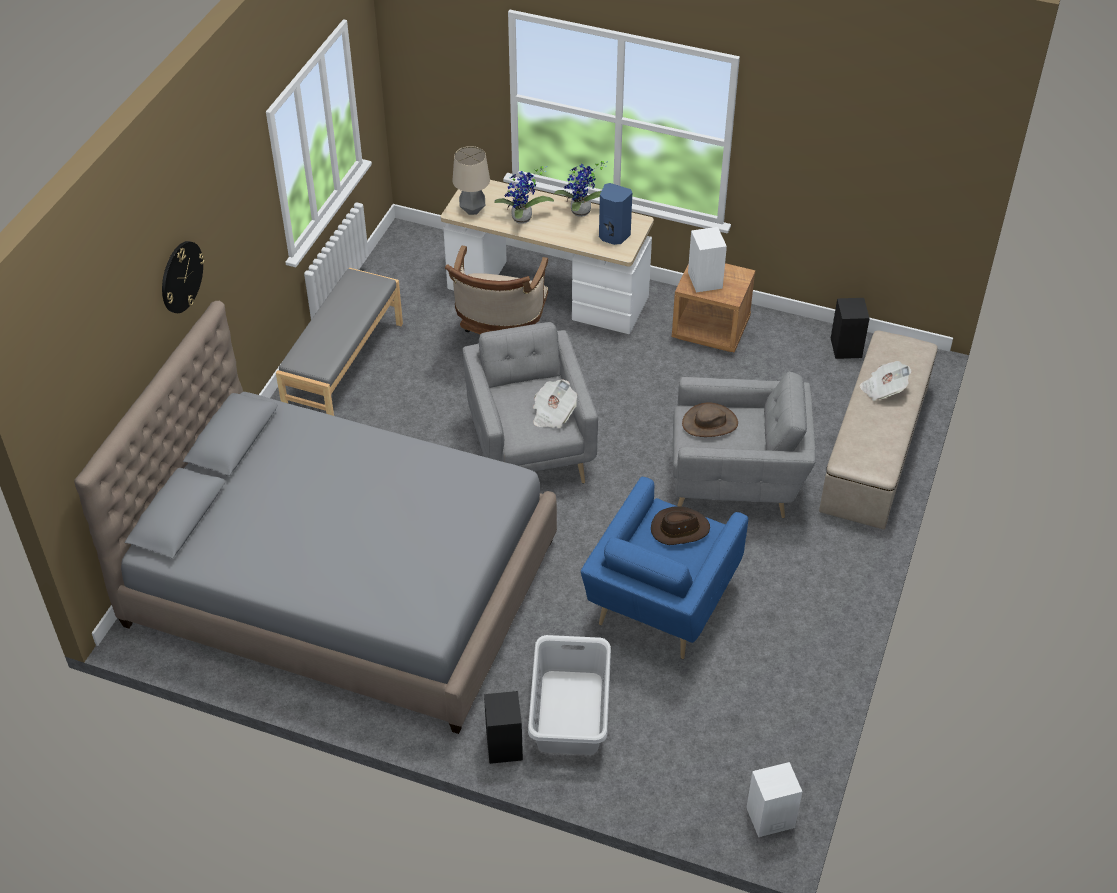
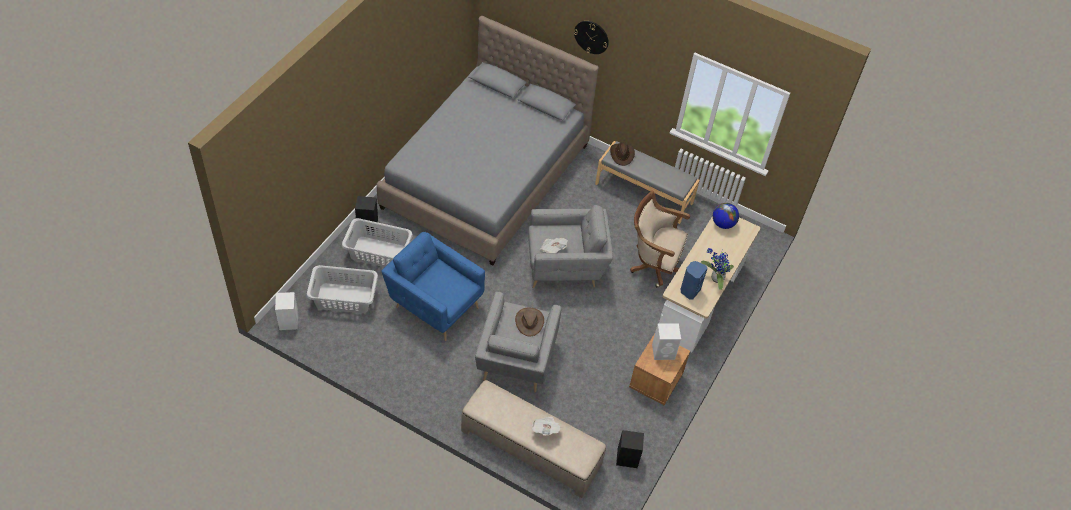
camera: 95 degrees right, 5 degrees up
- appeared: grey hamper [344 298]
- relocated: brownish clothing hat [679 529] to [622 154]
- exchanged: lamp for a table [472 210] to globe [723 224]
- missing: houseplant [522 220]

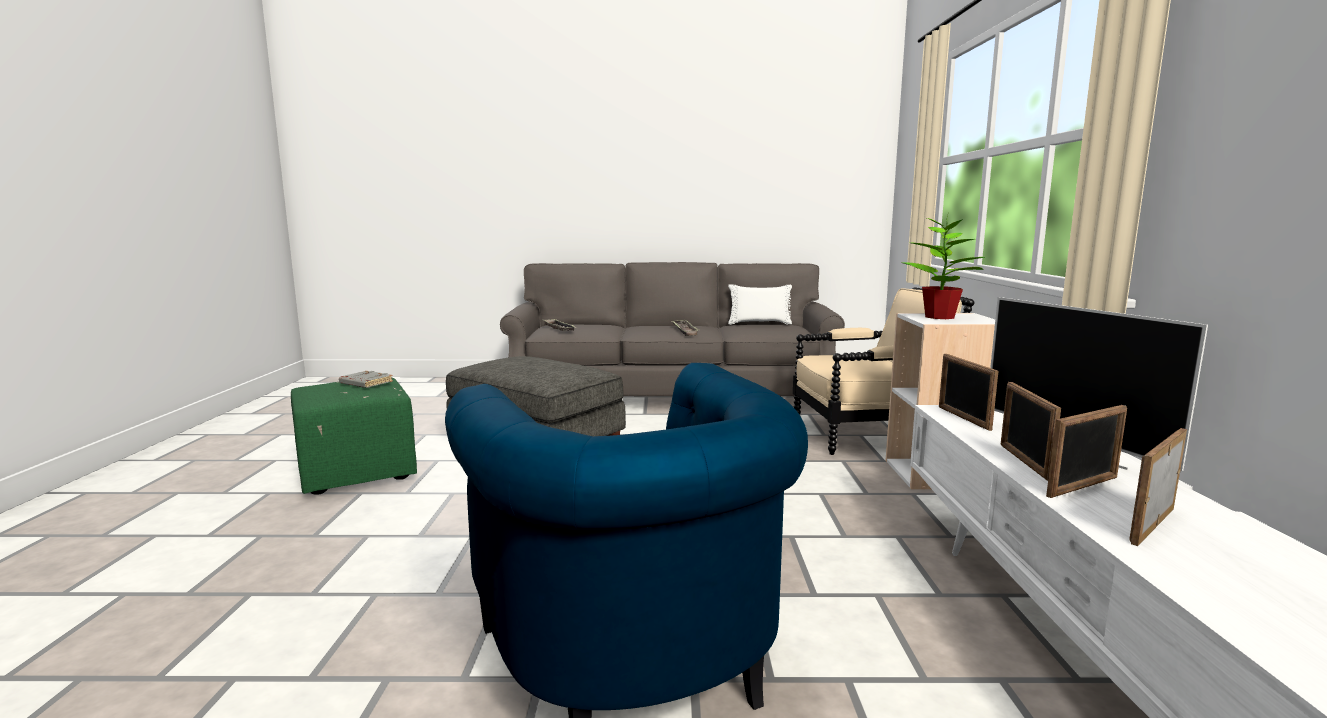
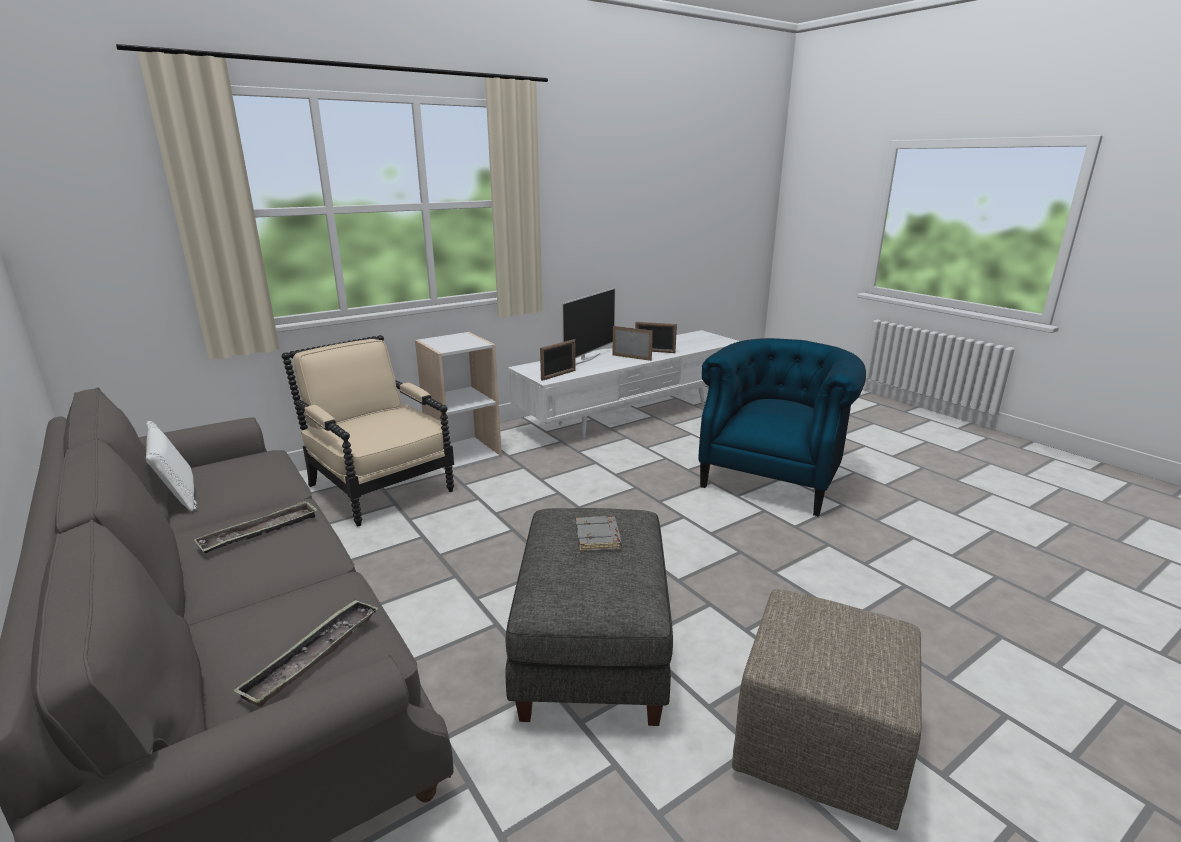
camera: 125 degrees left, 10 degrees up
- relocated: grey book [365 383] to [598 538]
- colour: green-coloured ottoman [358 474] to sand-coloured ottoman [818 743]
- missing: houseplant [940 317]
- missing: standing frame [1024 461]

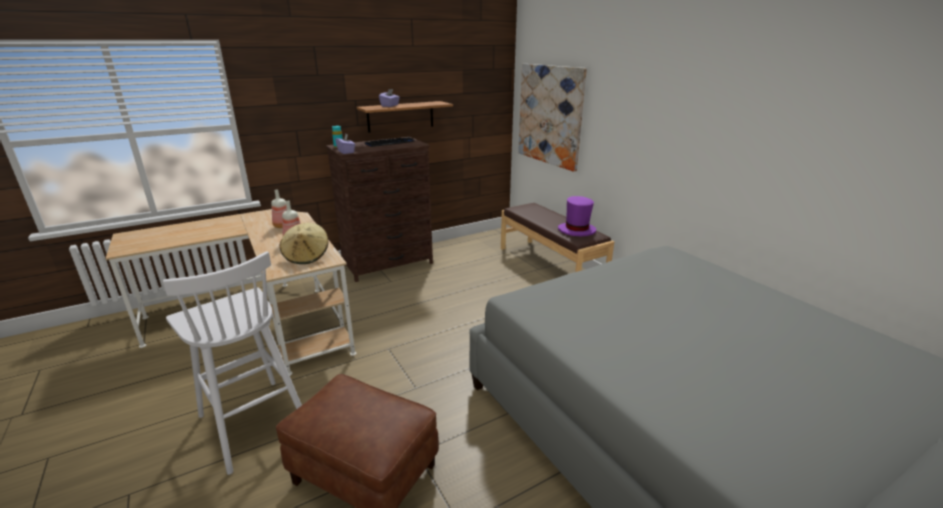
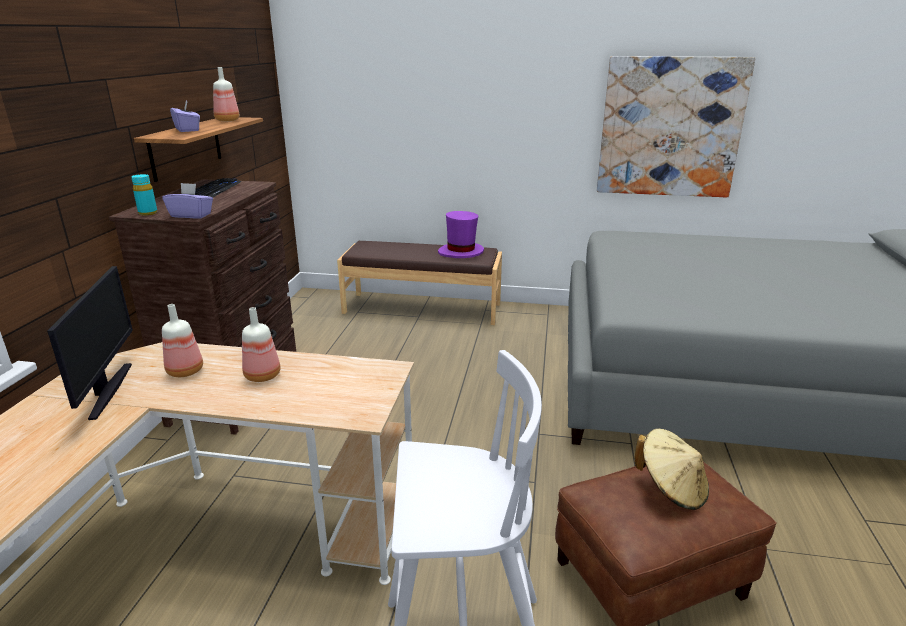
camera: 50 degrees left, 0 degrees up
- appeared: monitor [108 390]
- appeared: bottle [226 120]
- relocated: wall picture [550 115] to [670 128]
- relocated: sand-coloured clothing hat [306 256] to [671 488]

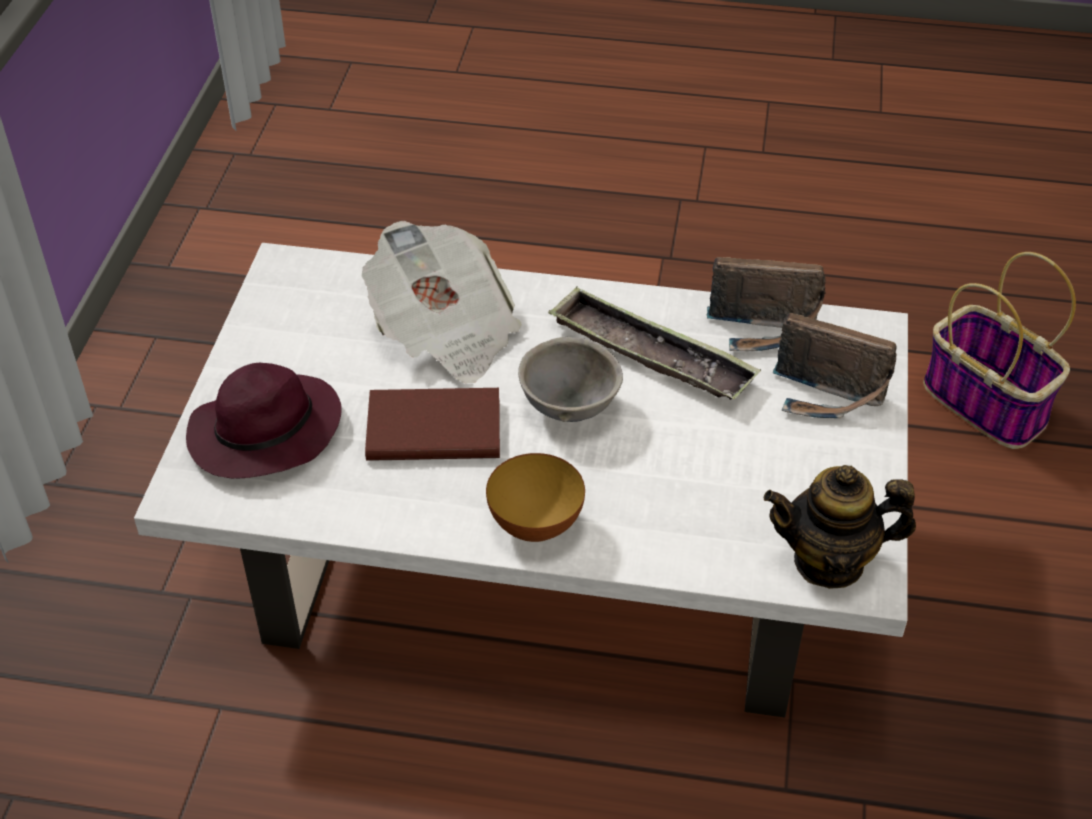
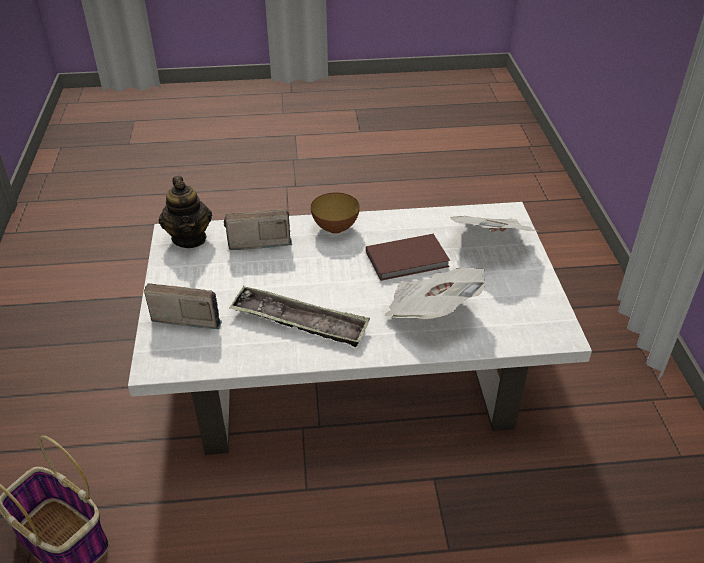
camera: 165 degrees right, 5 degrees down
- spun: tea pot [829 561] = [189 238] 90 degrees clockwise
- relocated: radio [764 330] to [257 240]
- exchanged: purple clothing hat [264 434] to printed paper [492 241]
- missing: grey serving bowl [570 407]

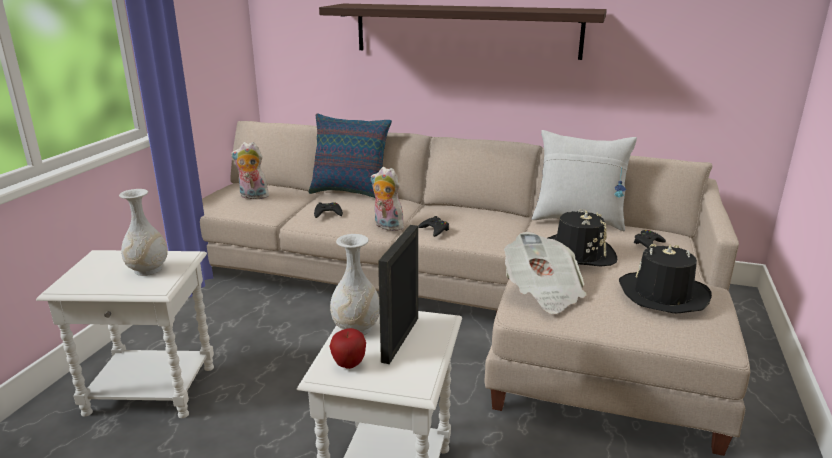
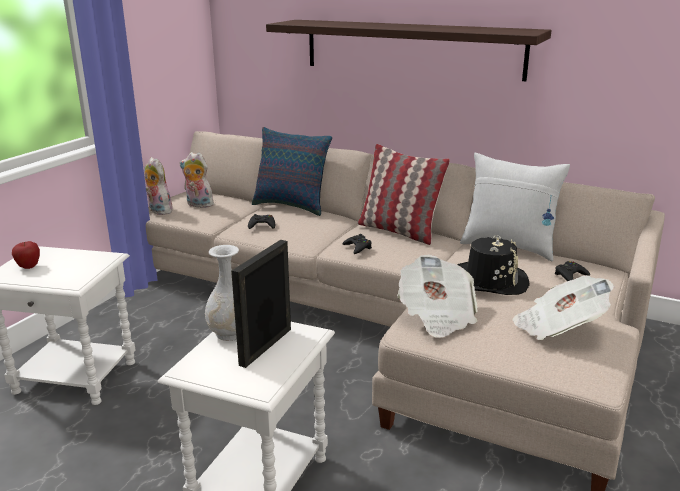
camera: 10 degrees right, 0 degrees up
- relocated: apple [349 364] to [29 267]
- relocated: plush toy [386 226] to [158 211]
- appeared: cushion [399 231]
- exchanged: black clothing hat [662 294] to printed paper [558 327]
- missing: white vase [148 270]

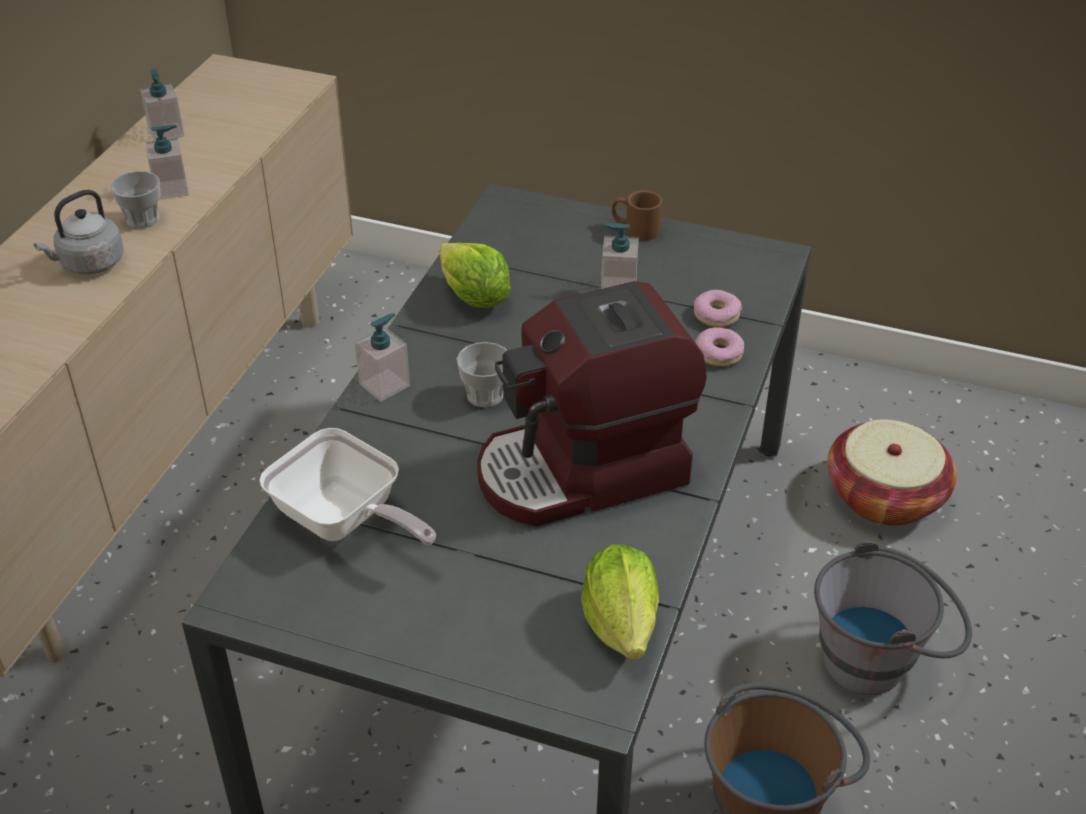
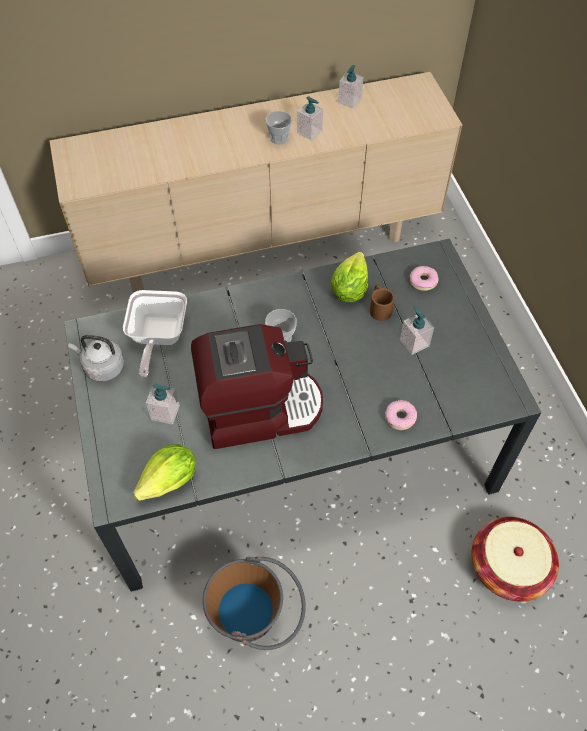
camera: 55 degrees right, 15 degrees up
- relocated: grey kettle [89 264] to [102 367]
- relocated: soap bottle [384 385] to [165 412]
- spun: coffee brewer [584 471] = [260 409] 135 degrees clockwise
- relocated: brownish tea mug [635 229] to [379 307]
- relocated: doughnut [716 315] to [423 281]
- missing: grey bucket [880 660]

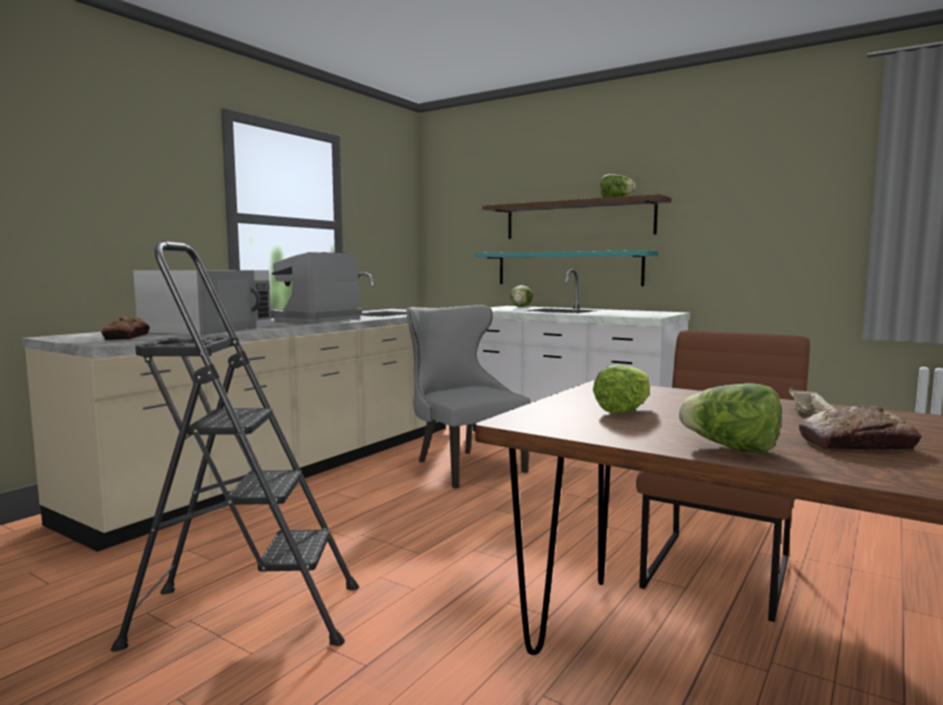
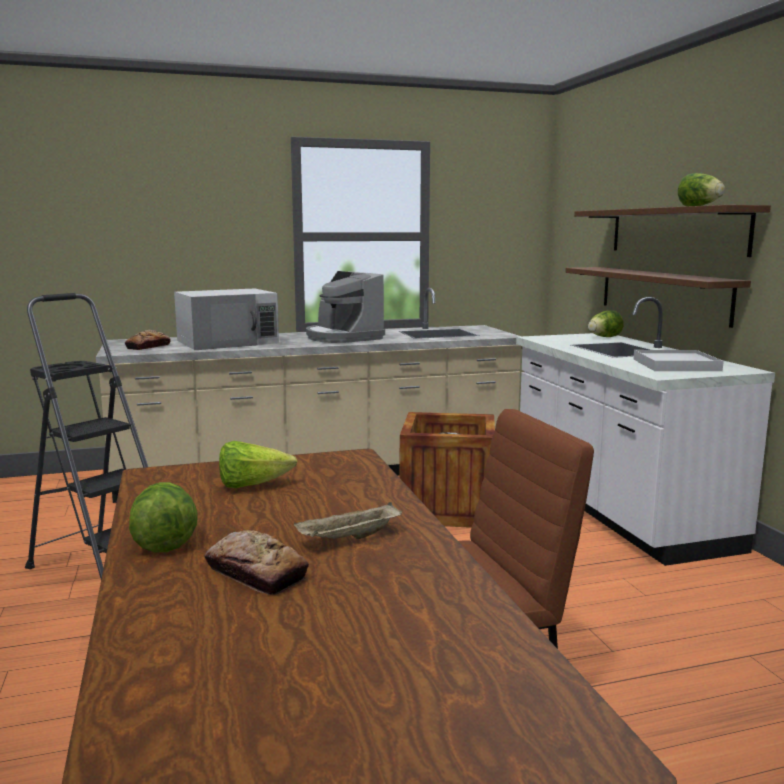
camera: 40 degrees right, 5 degrees up
- spun: coffee brewer [315 319] = [343 337] 105 degrees counterclockwise
- exchanged: grey upright chair [464 466] to packing crate [447 509]
- colour: turquoise-coloured bracket shelf [567 268] to brownish bracket shelf [662 294]
- appeared: white tray [676 365]

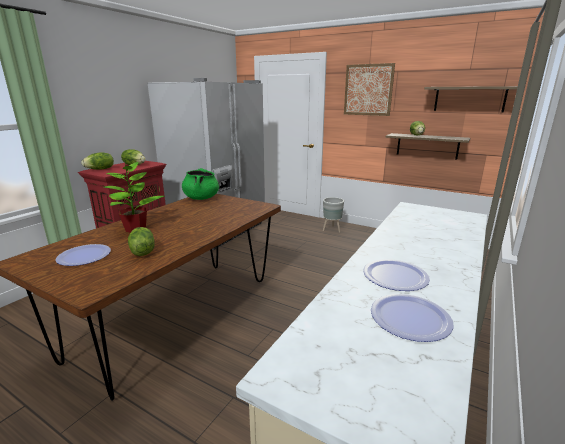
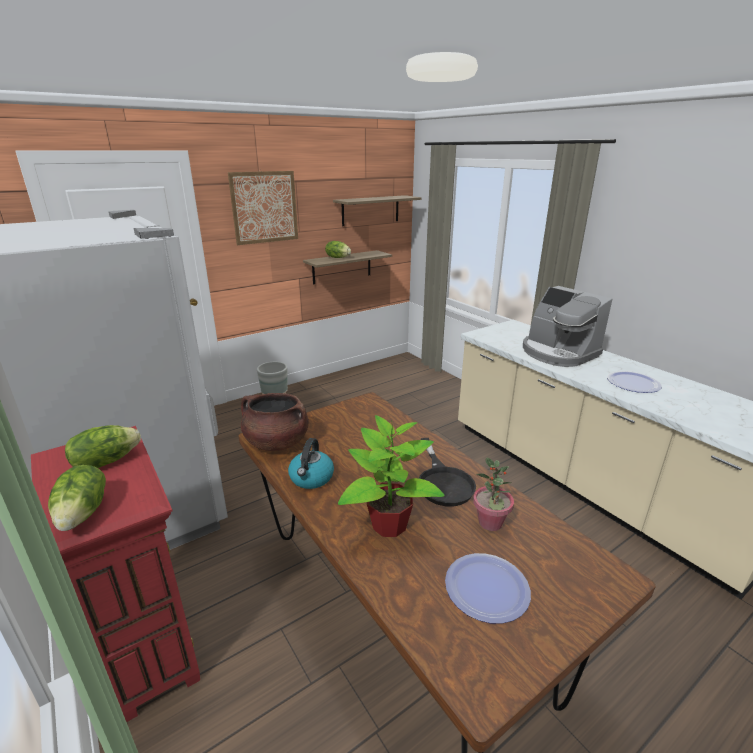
camera: 65 degrees left, 5 degrees up
- colour: green-coloured saucepot [201 198] to brownish saucepot [276 442]
- appeared: kettle [311 478]
- appeared: black frying pan [443 481]
- exchanged: lettuce [142 251] to houseplant [490 523]
- appeared: coffee brewer [558 353]
- missing: flat dish [410 318]

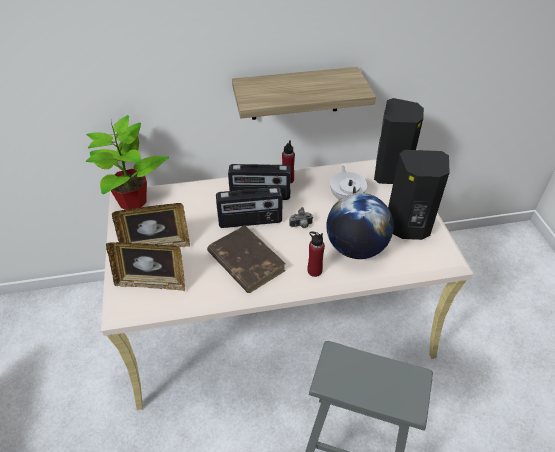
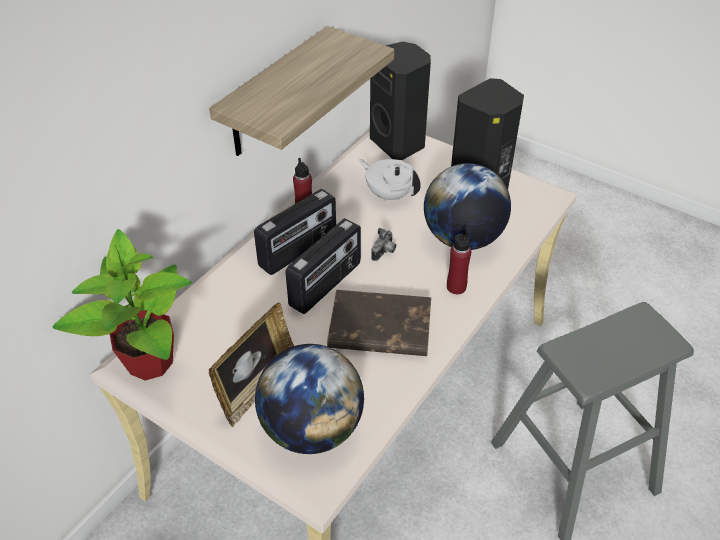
camera: 45 degrees left, 0 degrees up
- exchanged: standing frame [152 283] to globe [311 428]

